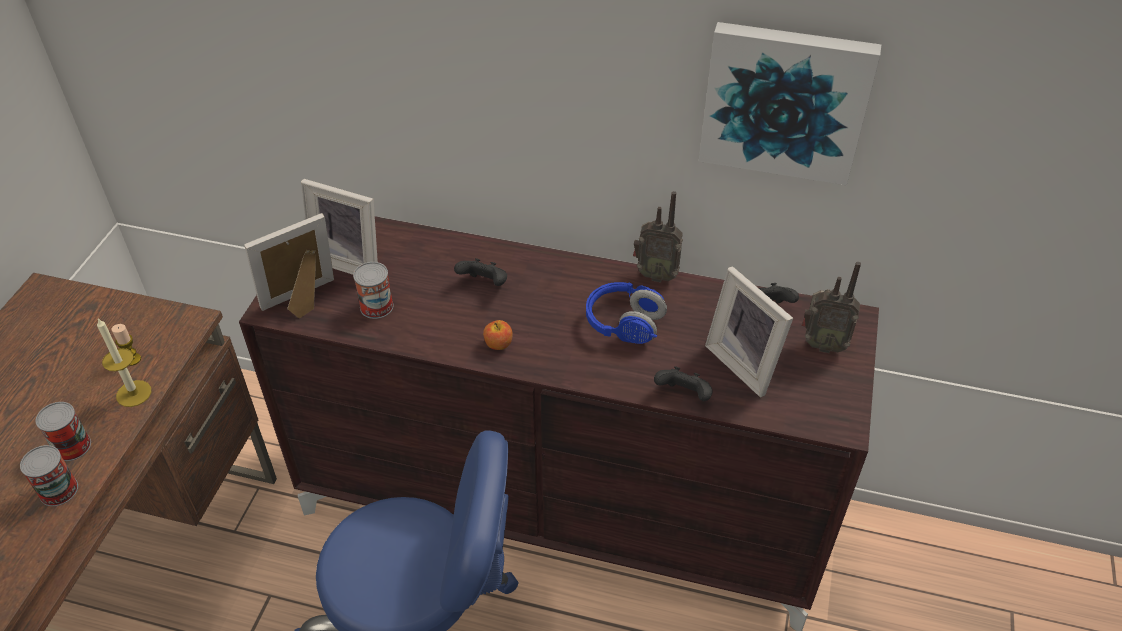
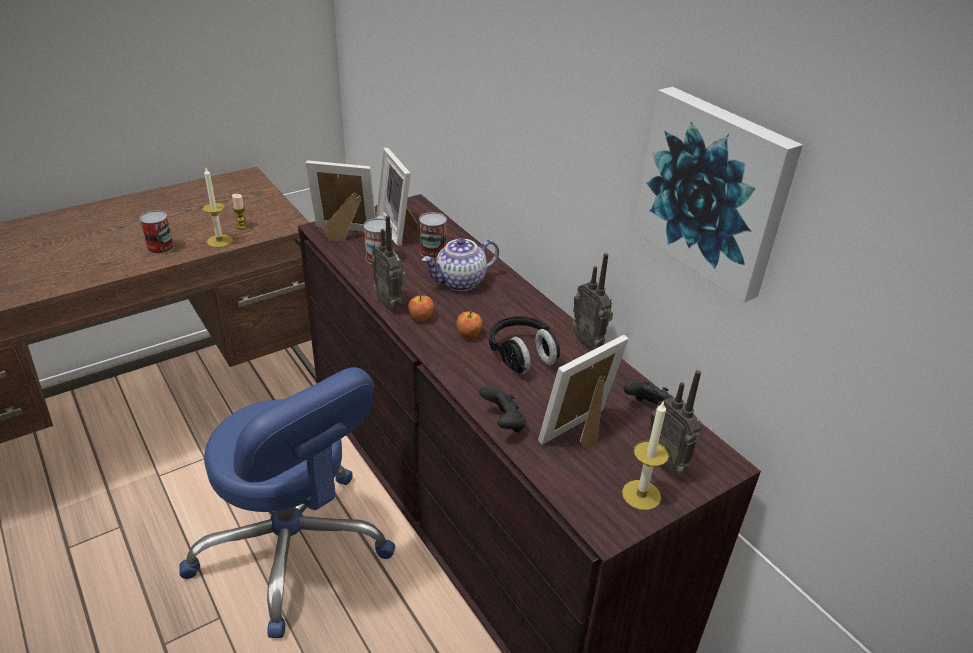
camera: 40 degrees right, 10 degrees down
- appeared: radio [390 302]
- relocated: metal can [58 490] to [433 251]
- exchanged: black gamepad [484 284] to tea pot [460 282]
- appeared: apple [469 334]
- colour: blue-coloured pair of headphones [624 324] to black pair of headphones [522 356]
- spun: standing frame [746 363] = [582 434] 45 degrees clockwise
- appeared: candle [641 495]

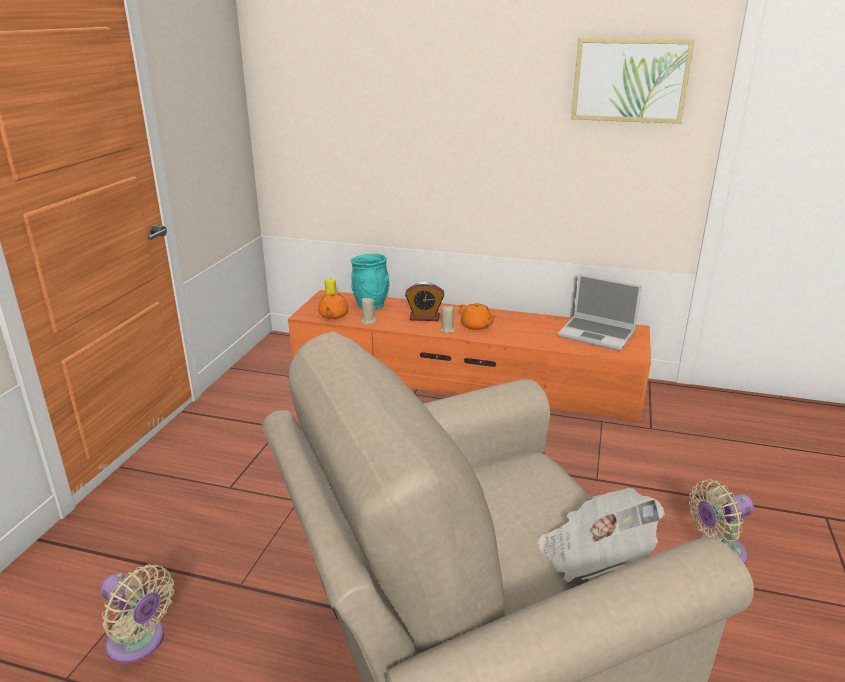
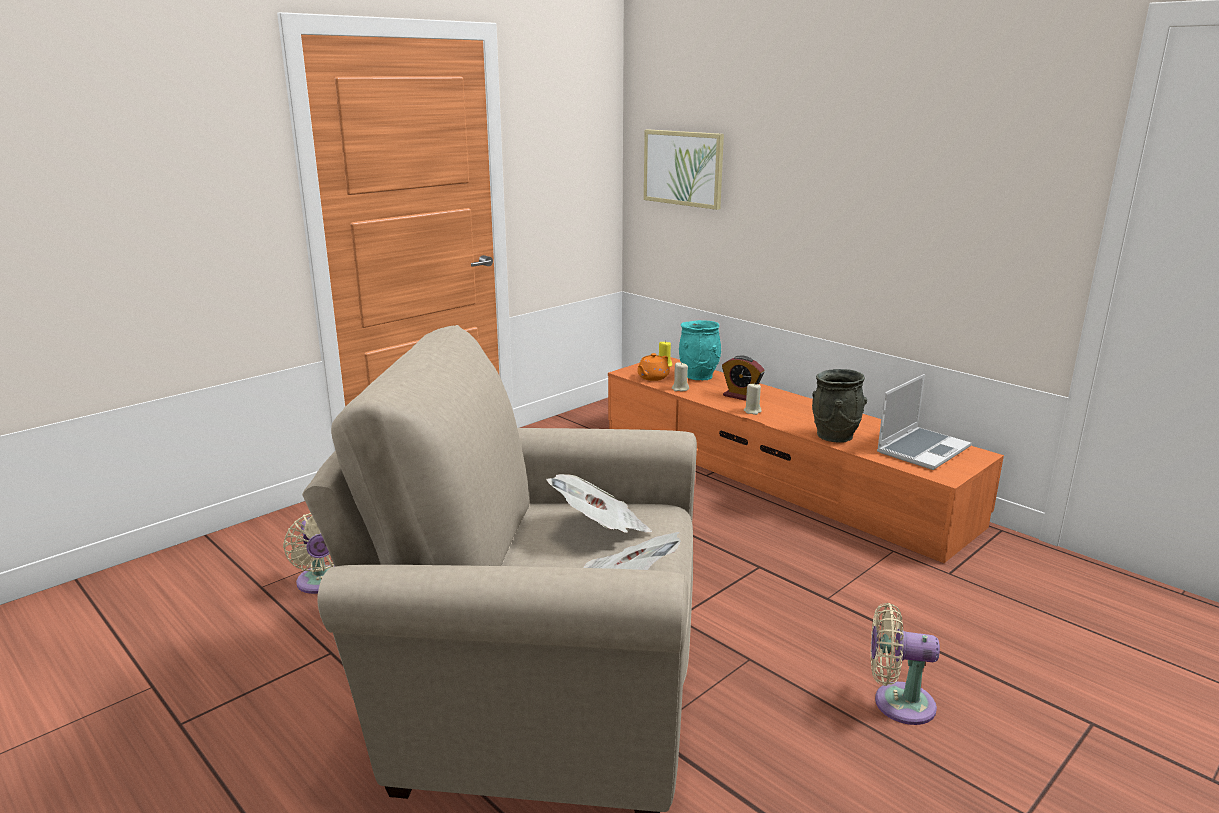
camera: 30 degrees right, 5 degrees down
- appeared: printed paper [600 528]
- relocated: wall picture [630 80] to [683 168]
- appeared: grey vase [835 436]
- spun: portable computer [597 334] = [922 449] 105 degrees counterclockwise
- missing: orangey tea pot [477 326]

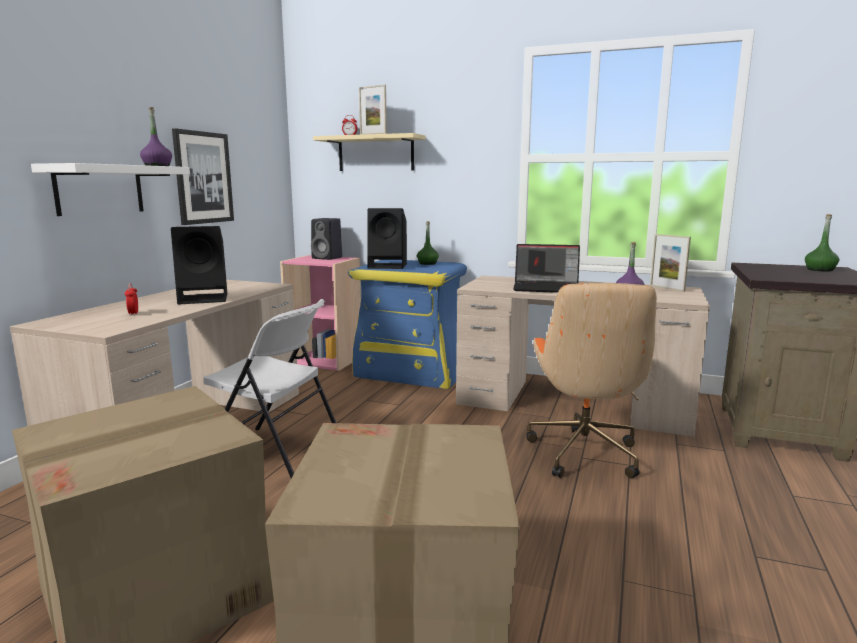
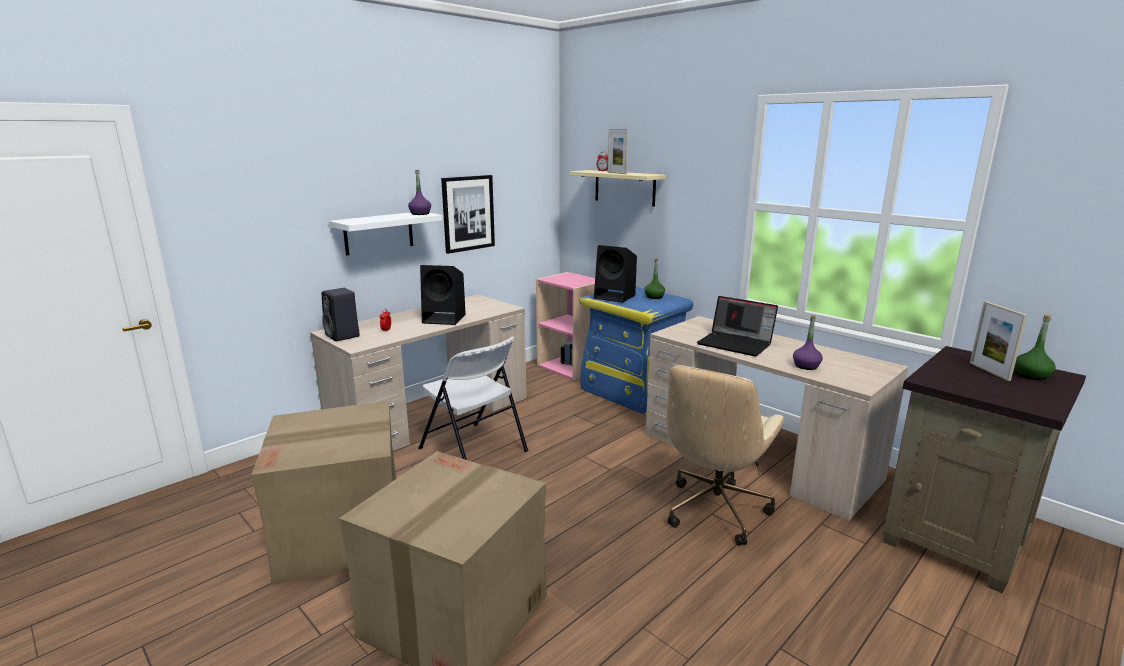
camera: 25 degrees right, 5 degrees up
- relocated: black audio speaker [328 258] to [343 336]
- colour: orangey office chair [583 456] to sand-coloured office chair [714 513]
- relocated: standing frame [667 288] to [989 371]

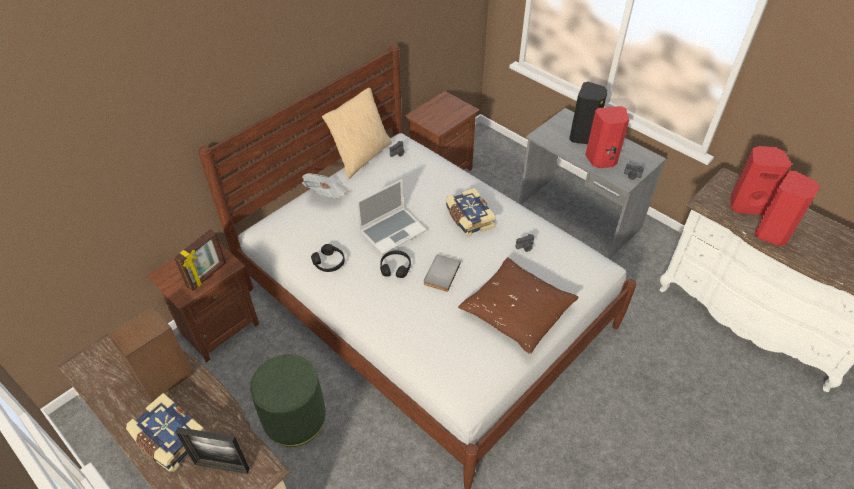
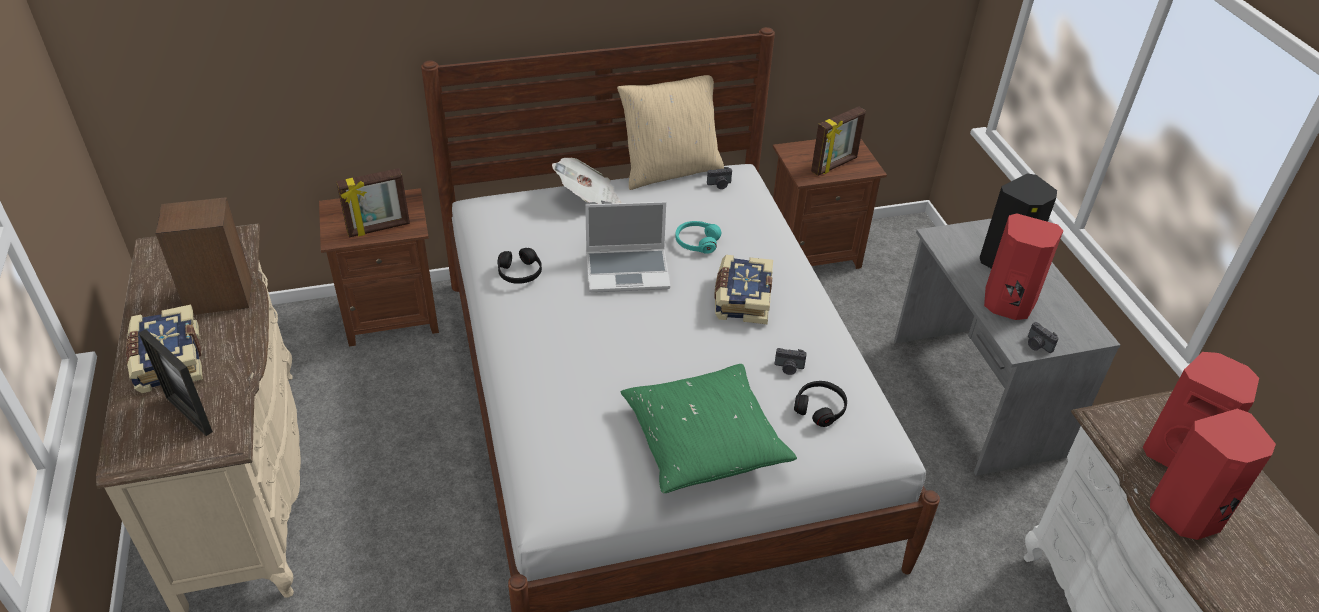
camera: 30 degrees right, 5 degrees down
- colour: brownish cushion [516 311] to green-coloured cushion [704 440]
- appeared: turquoise-coloured pair of headphones [697 242]
- relocated: black pair of headphones [395 267] to [820 408]
- appeared: standing frame [834 165]
- missing: green-coloured ottoman [294 418]
- missing: grey book [440 273]

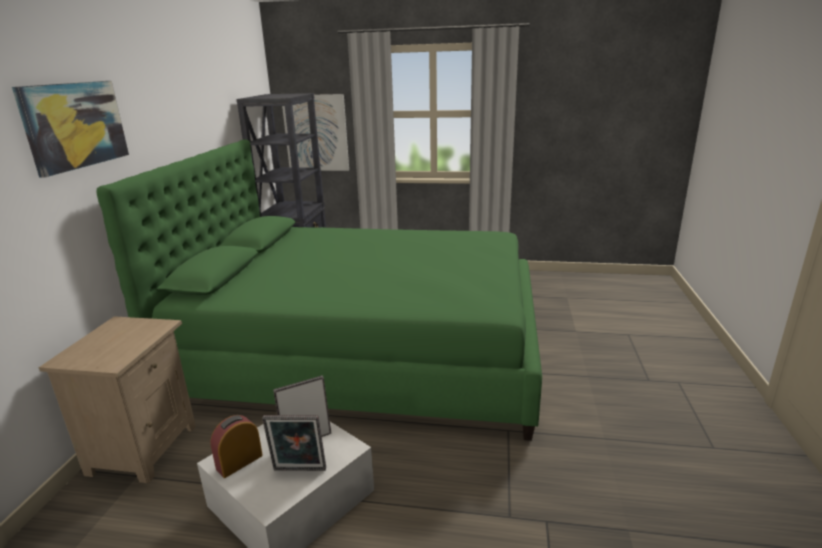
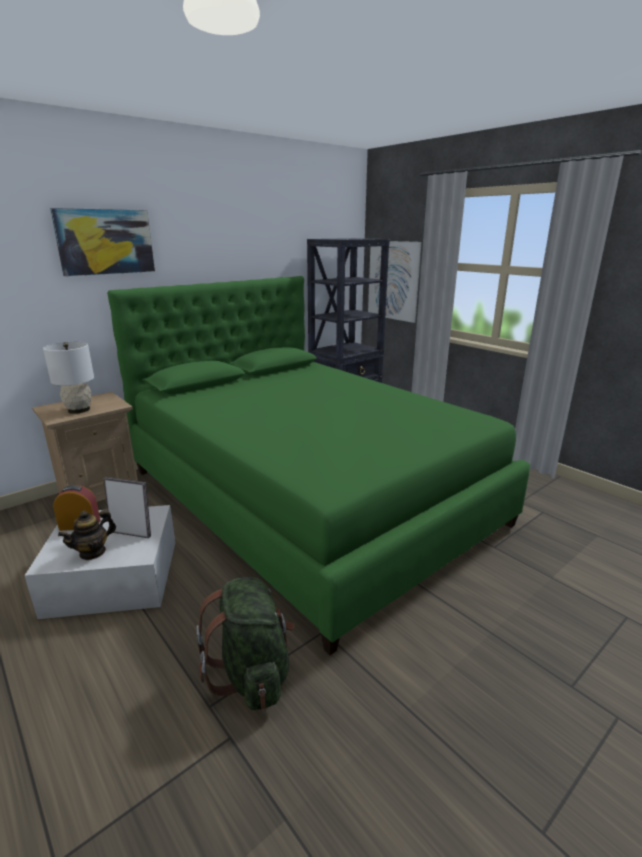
camera: 40 degrees right, 0 degrees up
- appeared: white lamp for a table [79 410]
- exchanged: standing frame [299 471] to tea pot [93 552]
- appeared: green-coloured rucksack [252 673]

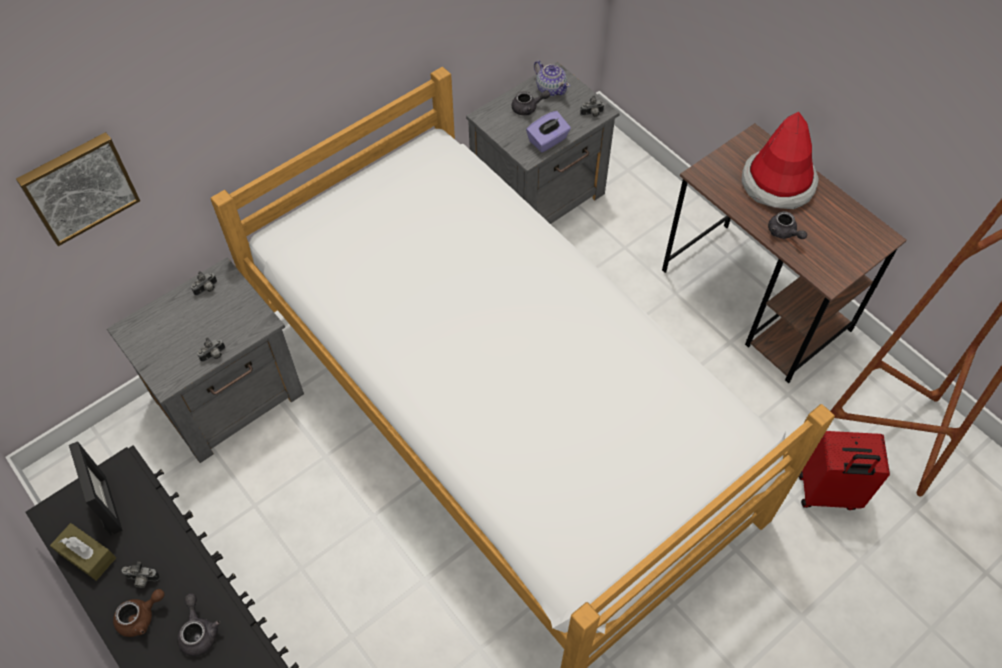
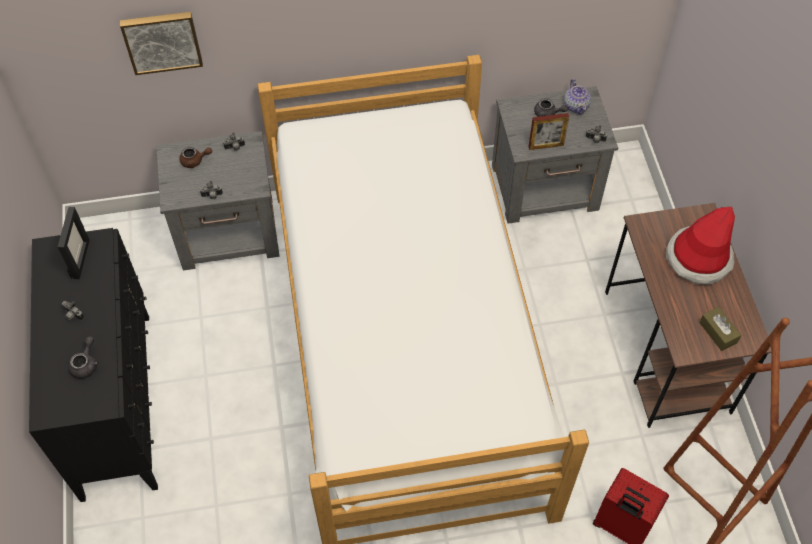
camera: 30 degrees right, 0 degrees up
- relocated: brownish tea pot [141 617] to [195 161]
- exchanged: purple box of tissues [548 141] to standing frame [546 146]
- relocated: brownish box of tissues [87 555] to [718 332]
- missing: grey tea pot [784 233]

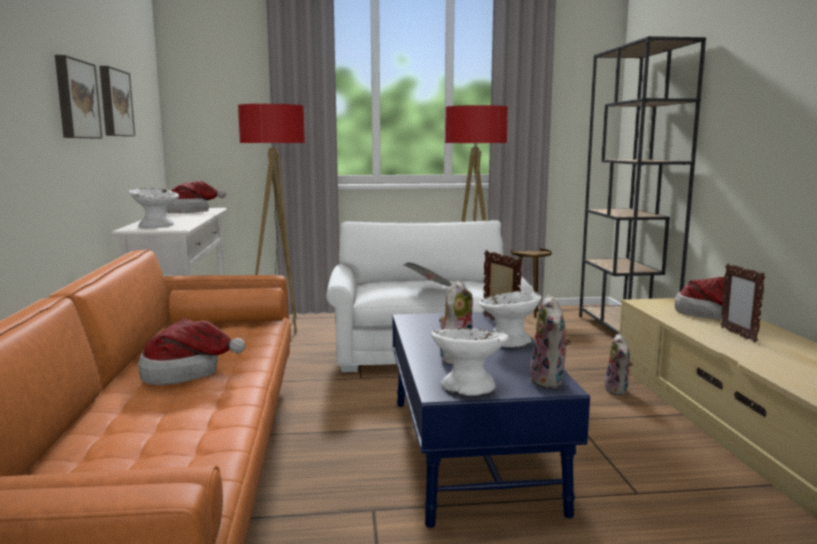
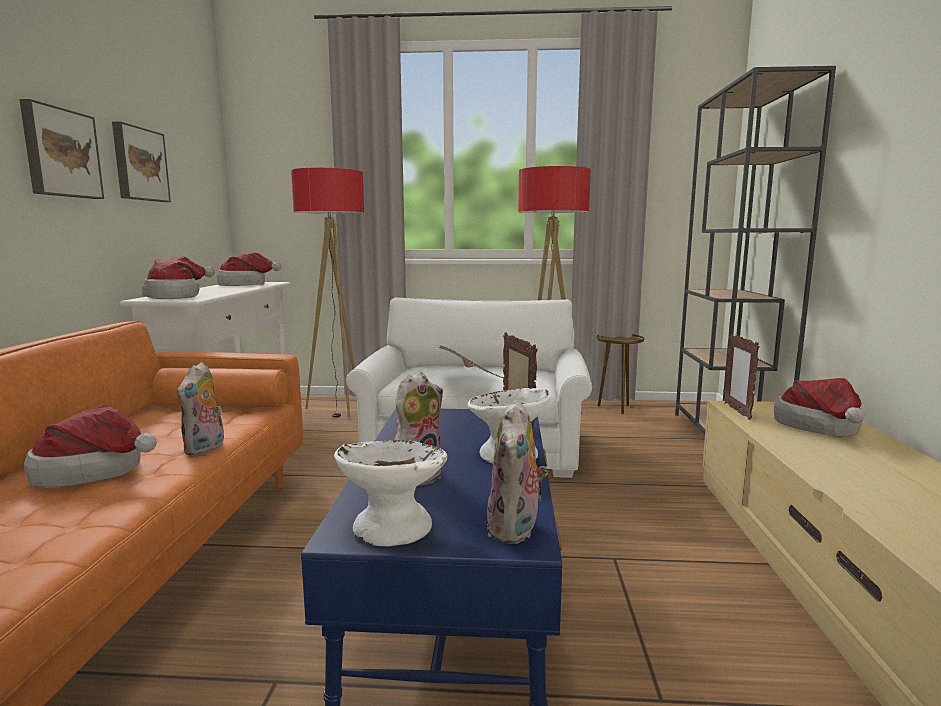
camera: 10 degrees right, 0 degrees up
- exchanged: white serving bowl [156 225] to clothing hat [177 296]
- relocated: plush toy [618 390] to [205 449]
- relocated: standing frame [738 335] to [737 411]

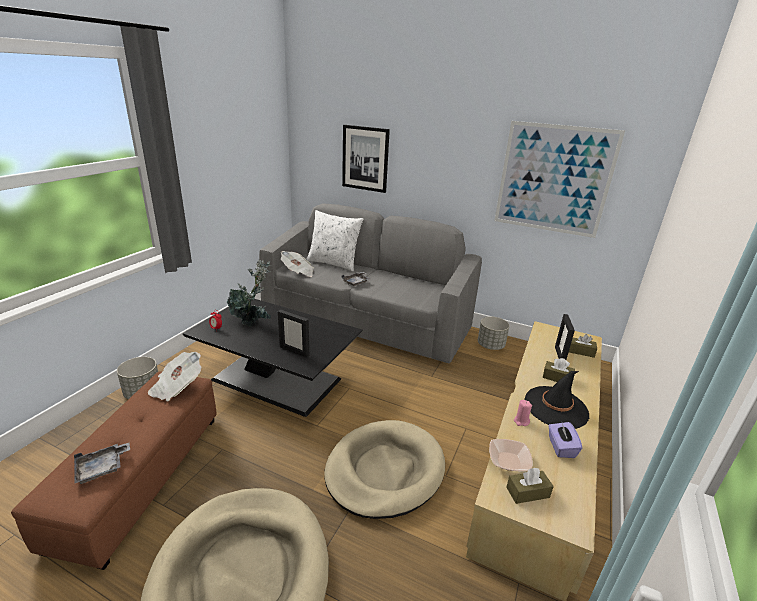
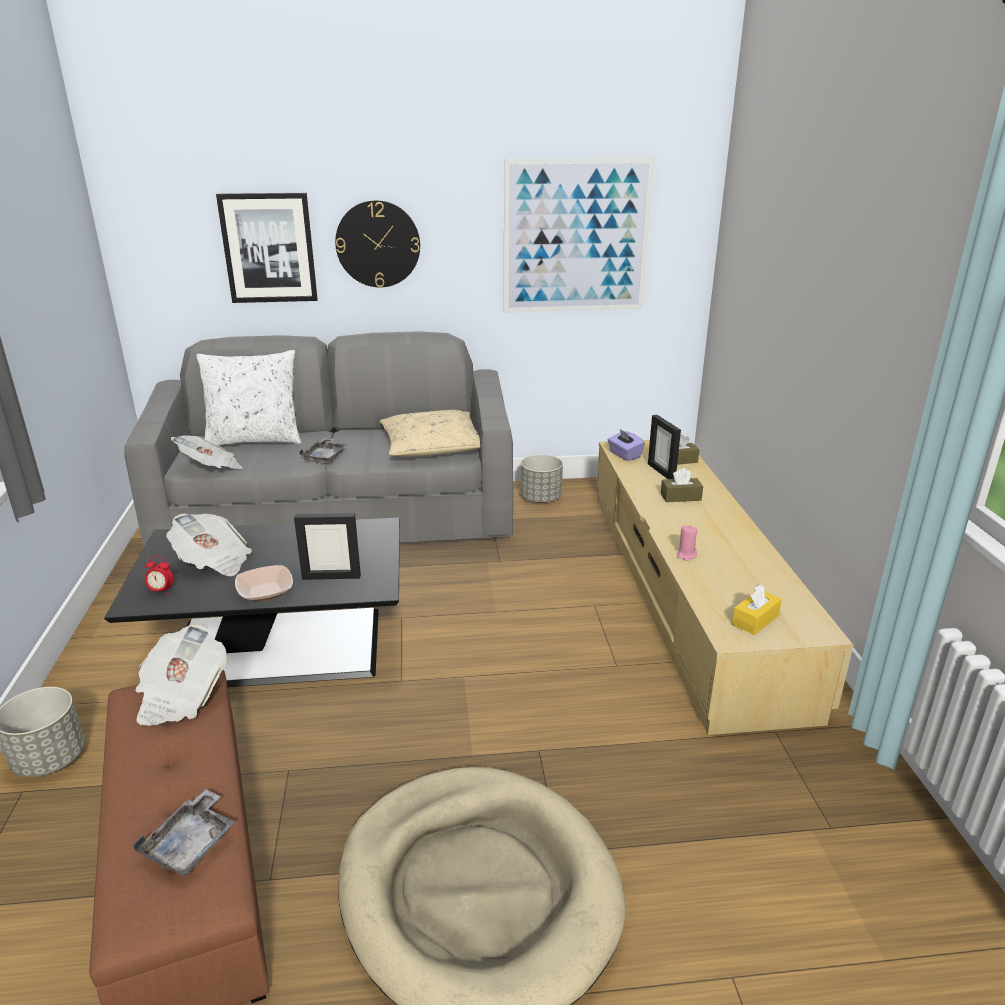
camera: 30 degrees left, 0 degrees up
- exchanged: houseplant [252 322] to printed paper [213 561]
- relocated: serving bowl [508 461] to [265 591]
- appeared: clock on the wall [378 244]
- appeared: sand-coloured cushion [432 446]
- relocated: purple box of tissues [560 447] to [624 455]
- colour: brownish box of tissues [527 492] to yellow box of tissues [755 620]
- missing: sand-coloured dog cushion [384 470]
- missing: black clothing hat [556 407]

